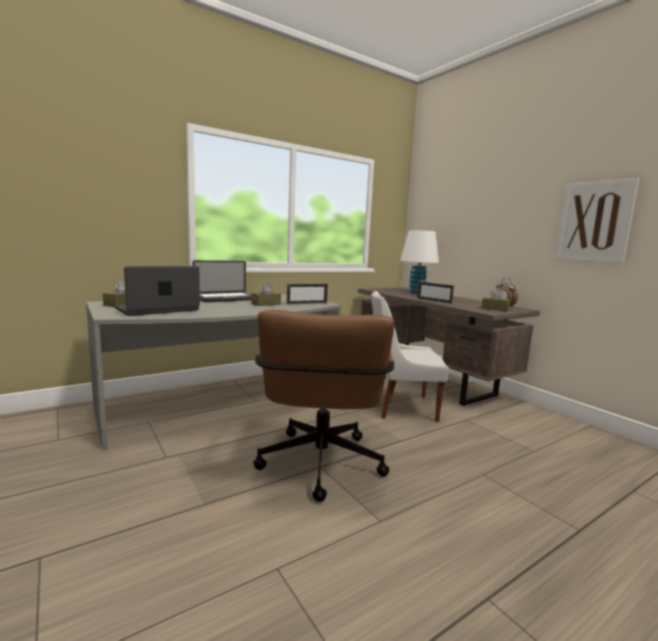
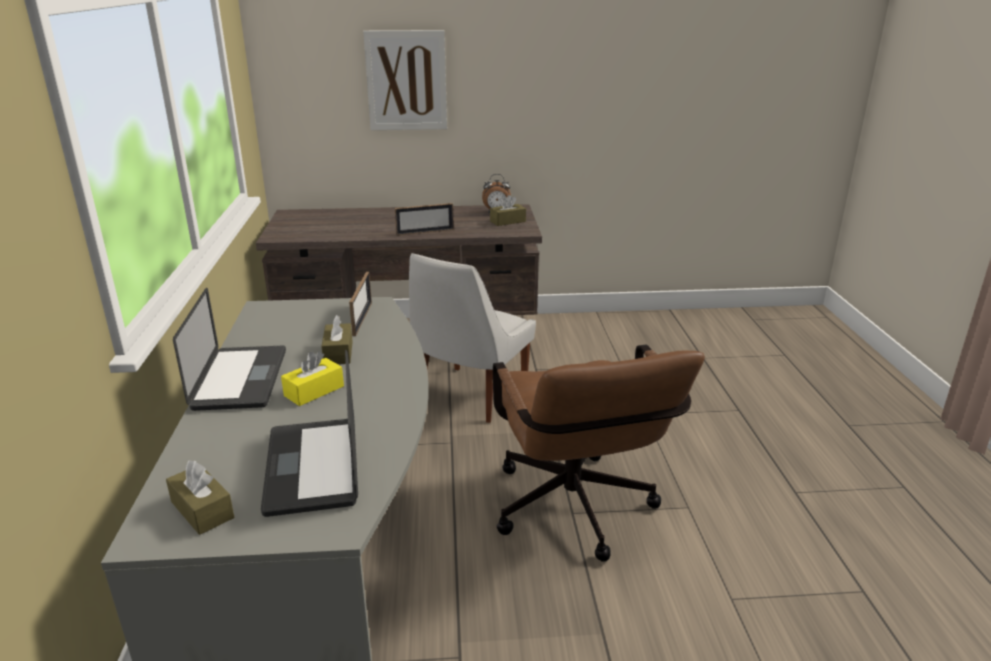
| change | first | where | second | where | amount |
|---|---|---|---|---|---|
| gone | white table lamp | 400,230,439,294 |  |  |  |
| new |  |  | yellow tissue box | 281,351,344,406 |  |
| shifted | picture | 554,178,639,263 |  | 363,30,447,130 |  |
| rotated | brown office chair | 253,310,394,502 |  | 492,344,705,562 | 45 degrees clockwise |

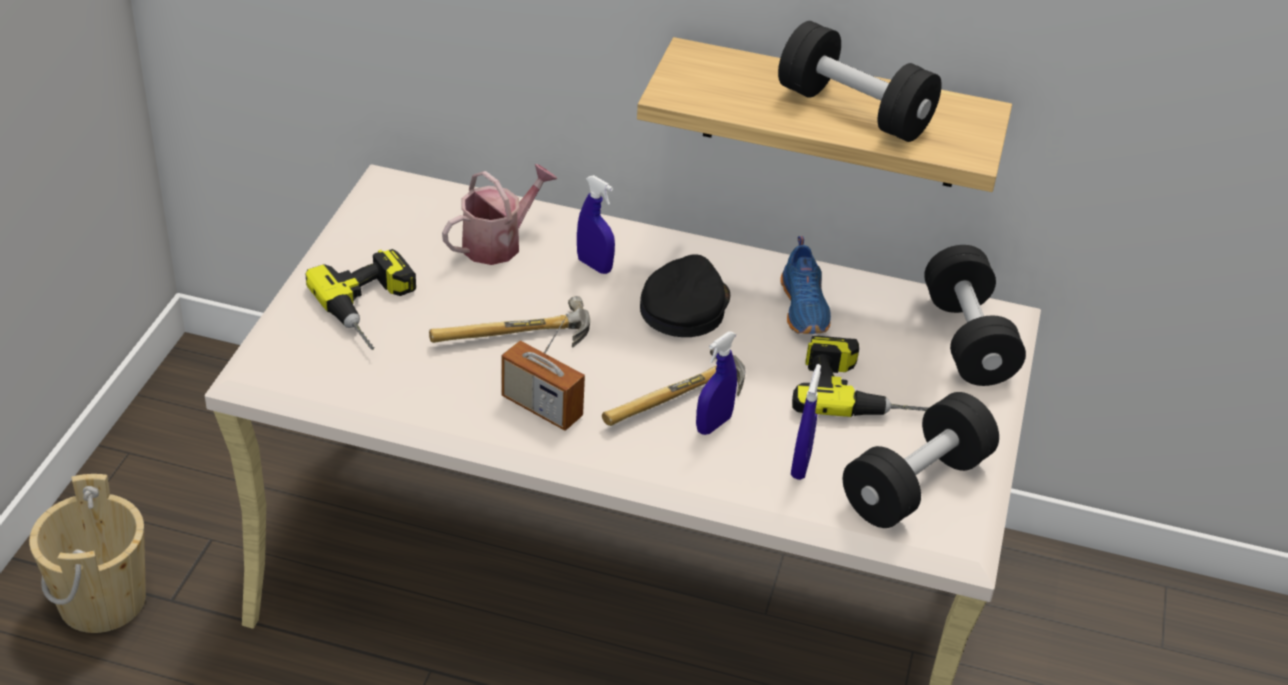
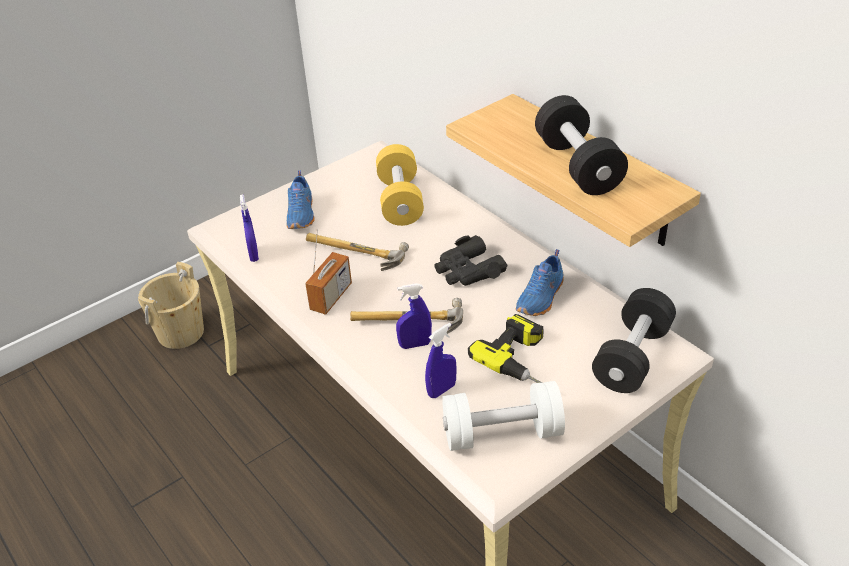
| change | first | where | second | where | amount |
|---|---|---|---|---|---|
| shifted | blue spray bottle | 577,175,615,274 |  | 240,195,259,262 |  |
| swapped | power drill | 306,249,416,350 | blue shoe | 286,170,315,229 |  |
| swapped | watering can | 442,164,557,265 | yellow dumbbell | 376,144,424,226 |  |
| swapped | black cap | 640,254,730,337 | black binoculars | 434,235,507,286 |  |
| repainted | black dumbbell | 843,392,999,528 | white dumbbell | 442,381,565,451 |  |
| rotated | radio | 501,313,585,431 |  | 305,229,352,315 | 135 degrees counterclockwise |

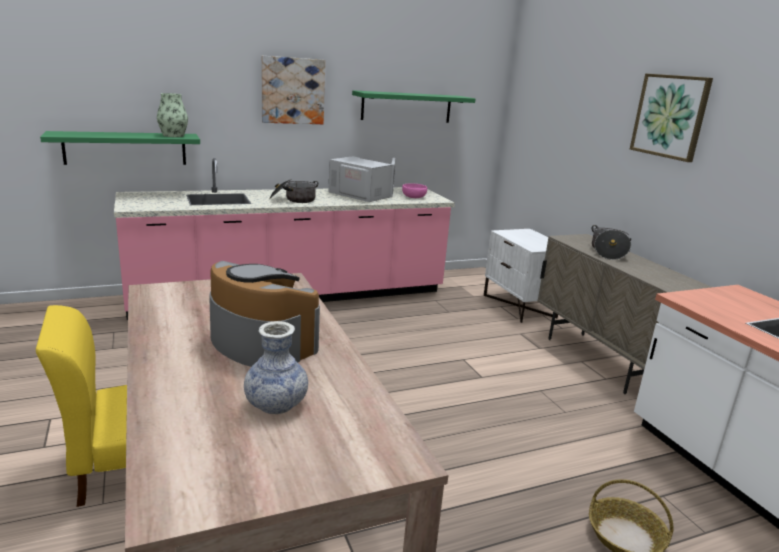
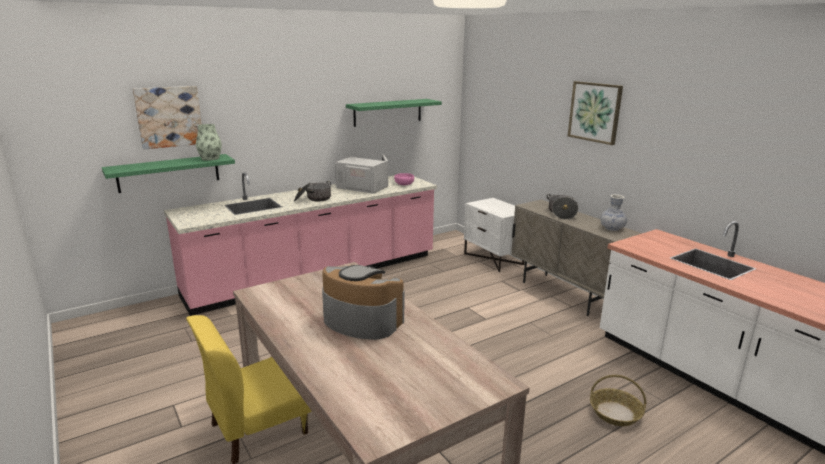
| change | first | where | second | where | amount |
|---|---|---|---|---|---|
| shifted | vase | 244,321,308,414 |  | 600,194,627,231 |  |
| shifted | picture | 261,56,325,124 |  | 133,86,202,149 |  |

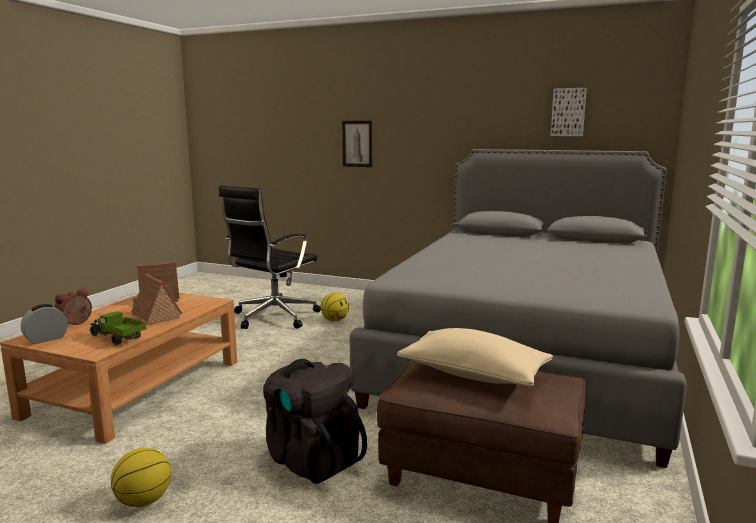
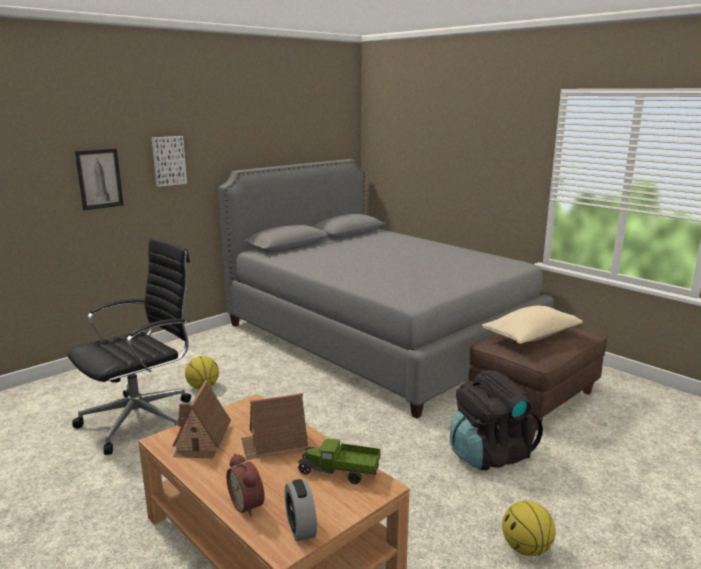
| change | first | where | second | where | amount |
|---|---|---|---|---|---|
| shifted | picture | 551,88,587,136 |  | 152,136,187,187 |  |
| rotated | toy truck | 90,312,146,345 |  | 297,439,381,484 | 45 degrees clockwise |
| rotated | black office chair | 219,185,321,329 |  | 67,238,191,455 | 105 degrees counterclockwise |

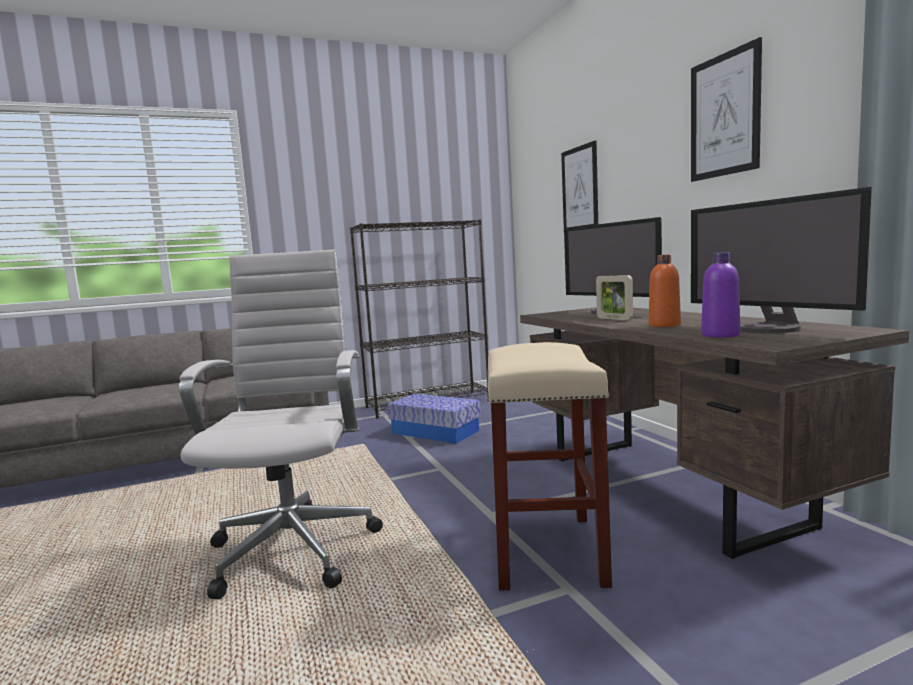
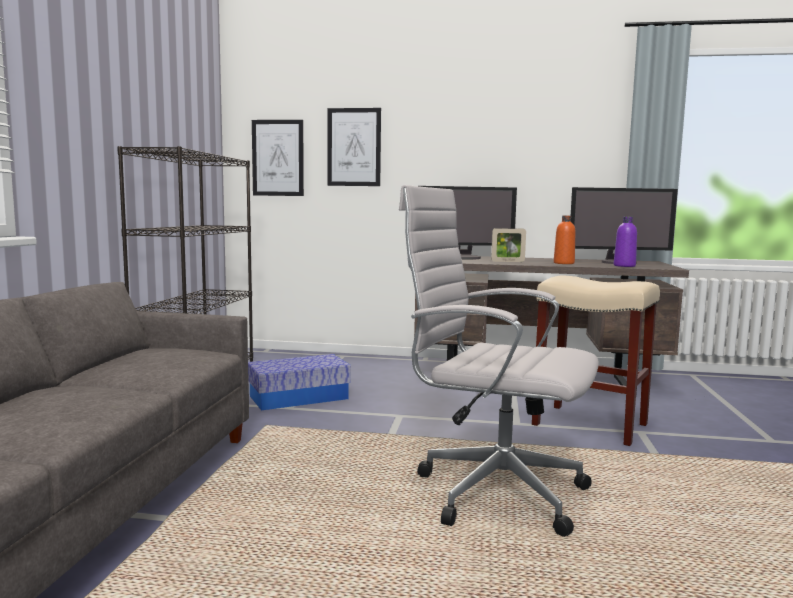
| change | first | where | second | where | amount |
|---|---|---|---|---|---|
| shifted | picture | 691,37,762,182 |  | 252,120,304,196 |  |

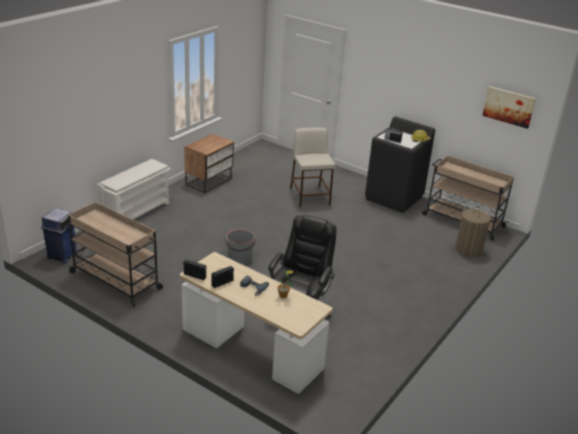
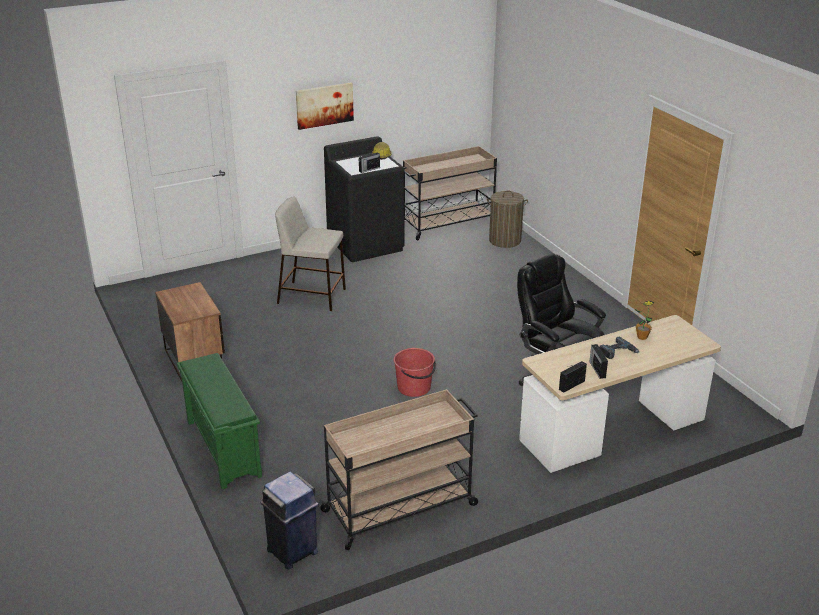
| change | first | where | second | where | amount |
|---|---|---|---|---|---|
| shifted | picture | 482,86,536,129 |  | 296,83,354,130 |  |
| repainted | white shoe rack | 97,159,171,219 | green shoe rack | 177,353,262,489 |  |
| repainted | grey bucket | 225,229,256,263 | red bucket | 393,348,436,397 |  |

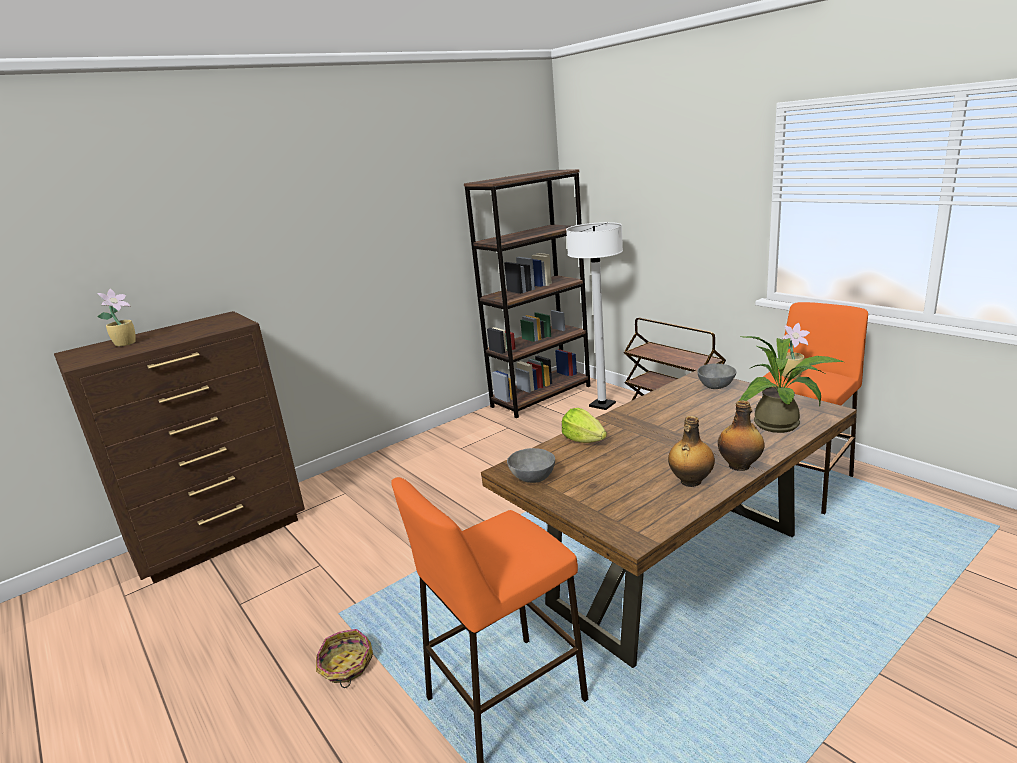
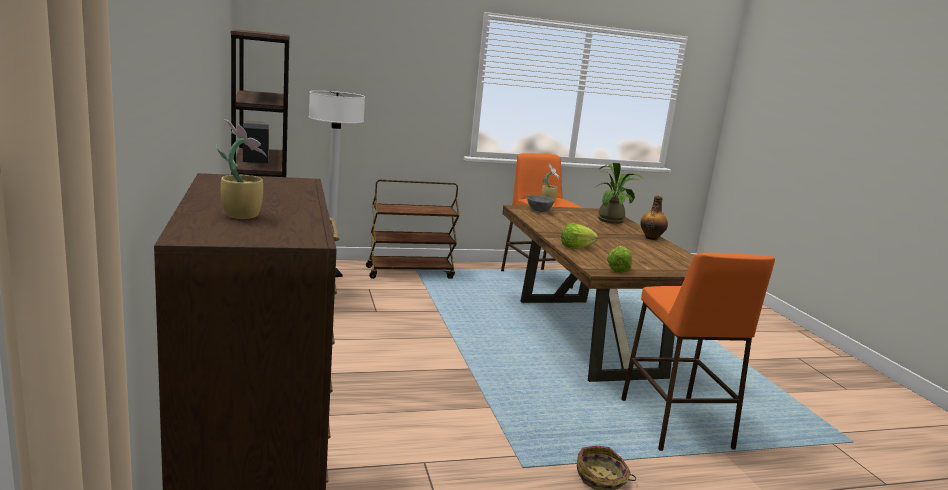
| change | first | where | second | where | amount |
|---|---|---|---|---|---|
| gone | bottle | 668,416,715,487 |  |  |  |
| swapped | grey bowl | 507,448,555,483 | lettuce | 607,246,632,273 |  |

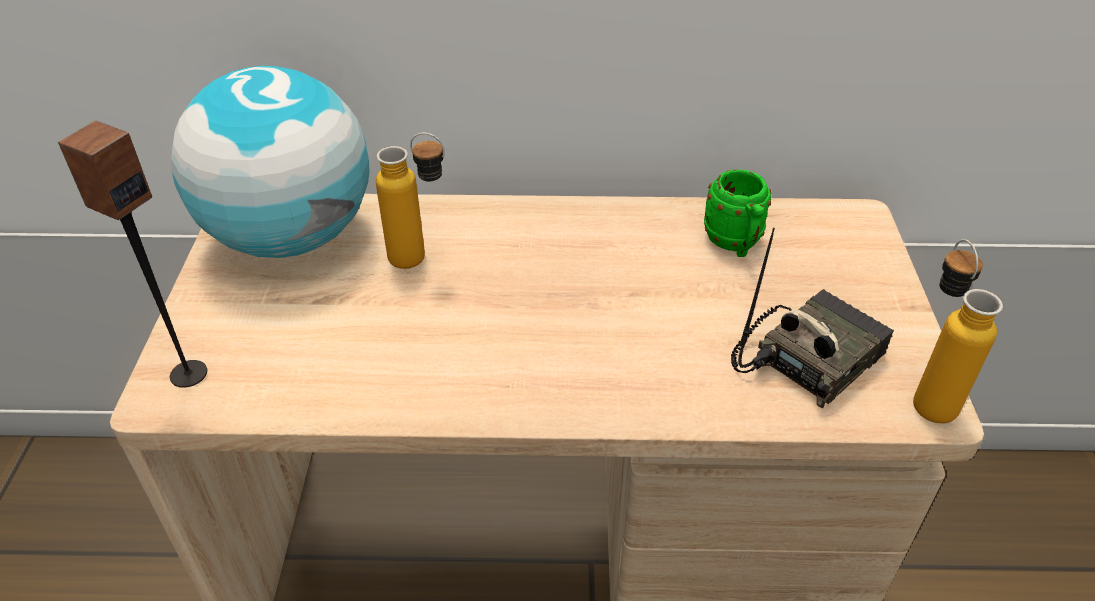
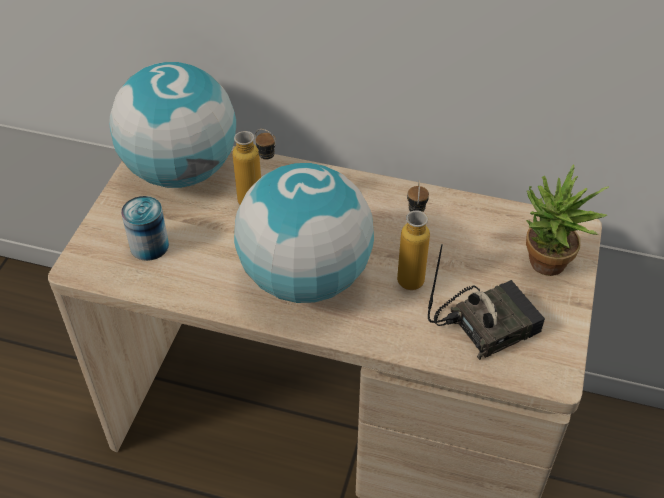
| change | first | where | second | where | amount |
|---|---|---|---|---|---|
| gone | speaker | 58,120,207,388 |  |  |  |
| gone | green mug | 704,169,771,257 |  |  |  |
| new |  |  | can | 121,196,169,261 |  |
| new |  |  | globe | 234,163,374,303 |  |
| new |  |  | potted plant | 526,164,609,276 |  |
| shifted | bottle | 913,239,1003,423 |  | 397,180,430,290 |  |

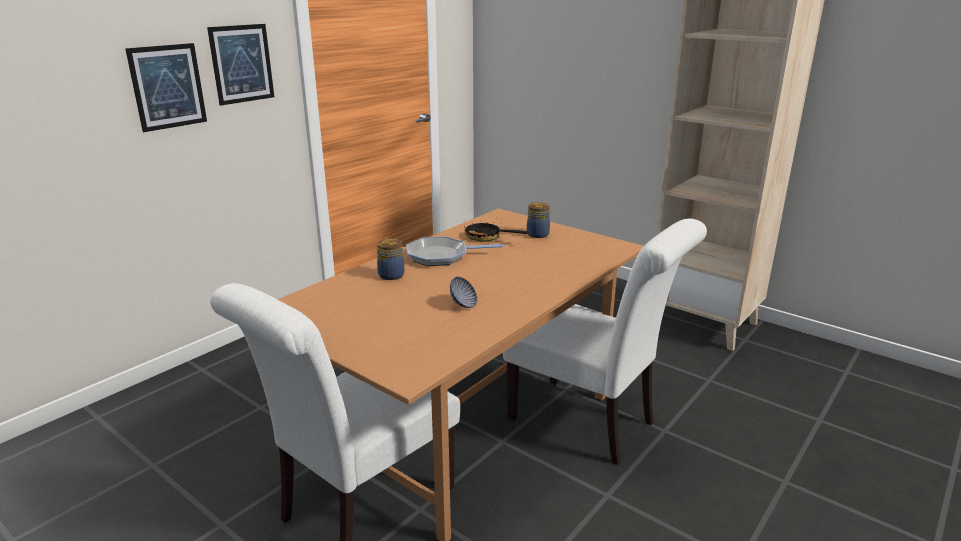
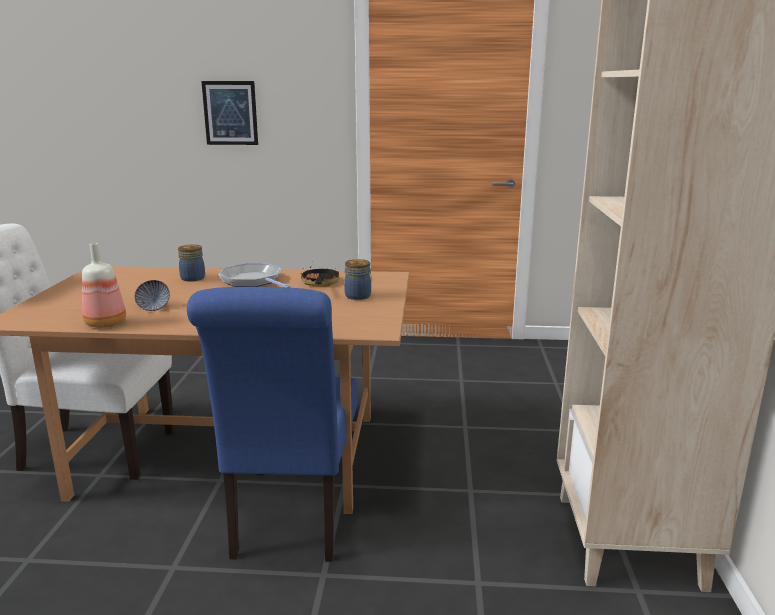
| change | first | where | second | where | amount |
|---|---|---|---|---|---|
| gone | picture | 207,24,274,106 |  |  |  |
| new |  |  | bottle | 82,243,126,328 |  |
| repainted | white chair | 503,219,707,465 | blue chair | 187,287,357,562 |  |

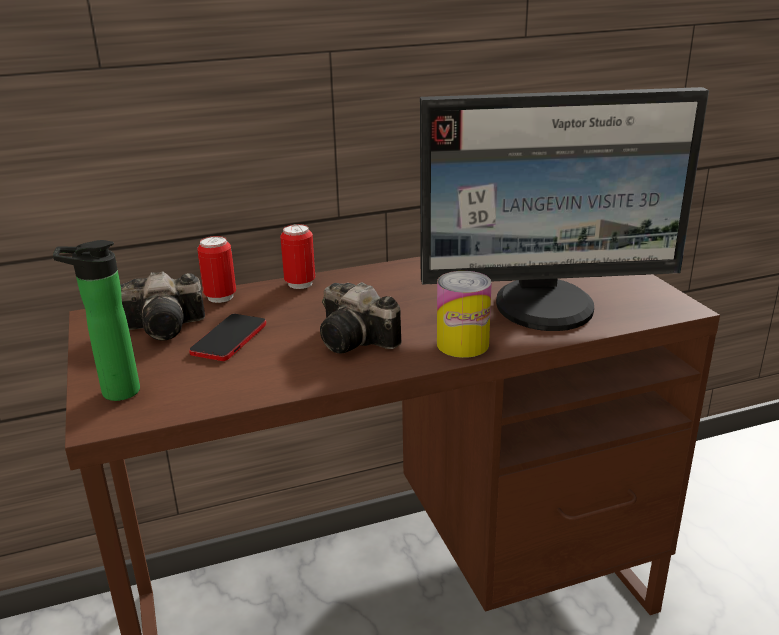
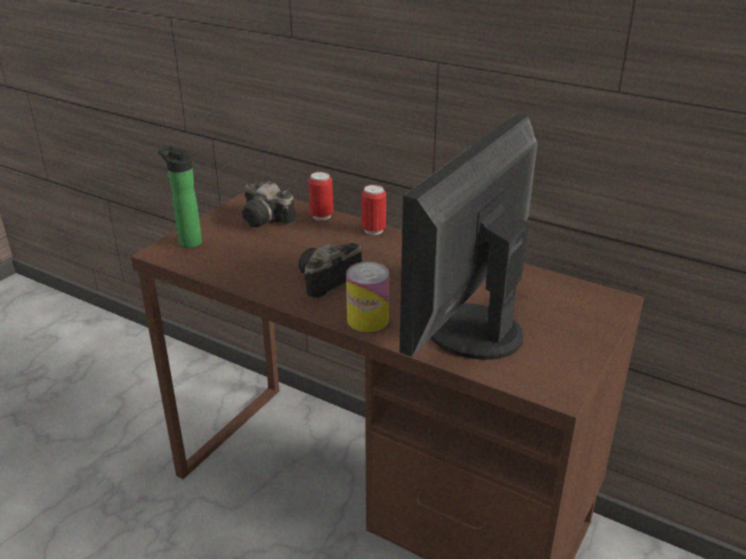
| change | first | where | second | where | amount |
|---|---|---|---|---|---|
| gone | phone | 189,314,266,361 |  |  |  |
| rotated | photo camera | 320,282,402,353 |  | 299,243,362,299 | 45 degrees clockwise |
| rotated | monitor | 420,87,709,331 |  | 399,113,538,360 | 75 degrees clockwise |

